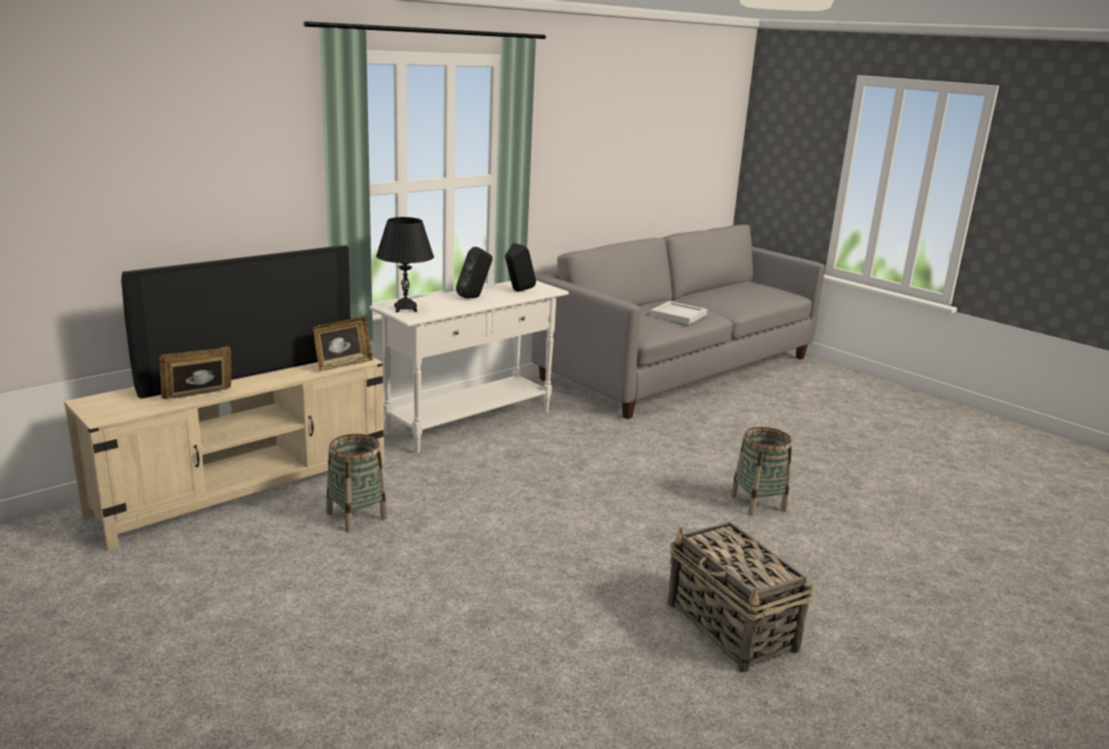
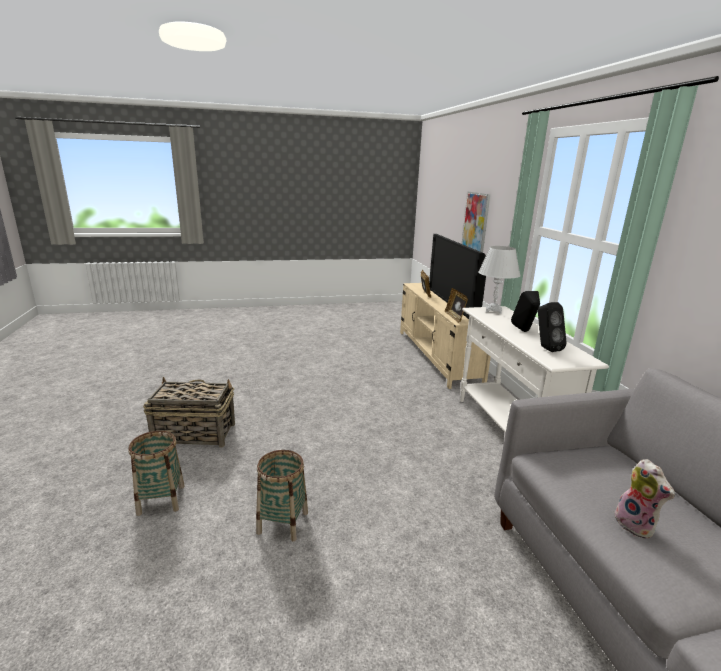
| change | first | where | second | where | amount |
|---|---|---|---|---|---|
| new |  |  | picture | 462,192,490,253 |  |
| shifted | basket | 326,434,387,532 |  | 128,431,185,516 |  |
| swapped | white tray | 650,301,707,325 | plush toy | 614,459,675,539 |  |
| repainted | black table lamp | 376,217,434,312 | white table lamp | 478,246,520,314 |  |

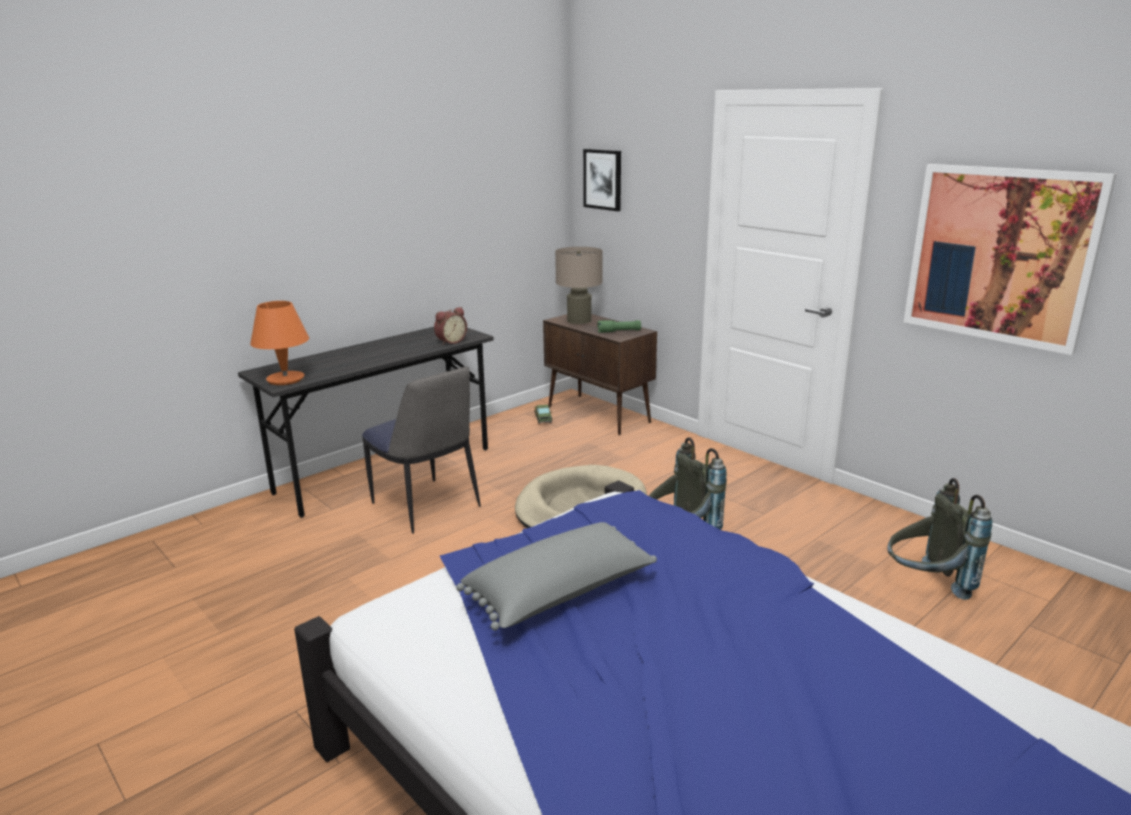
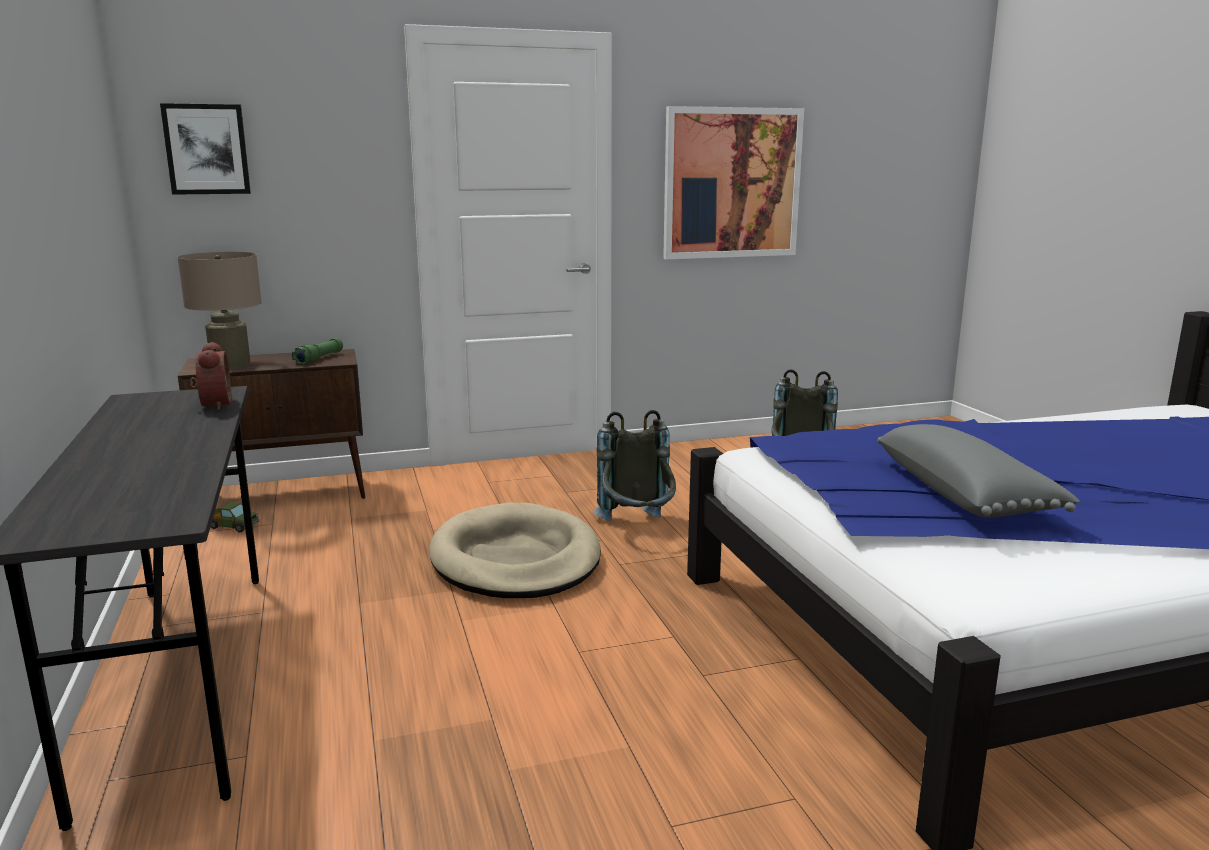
| change | first | where | second | where | amount |
|---|---|---|---|---|---|
| gone | orange table lamp | 250,301,309,385 |  |  |  |
| gone | chair | 362,367,481,534 |  |  |  |

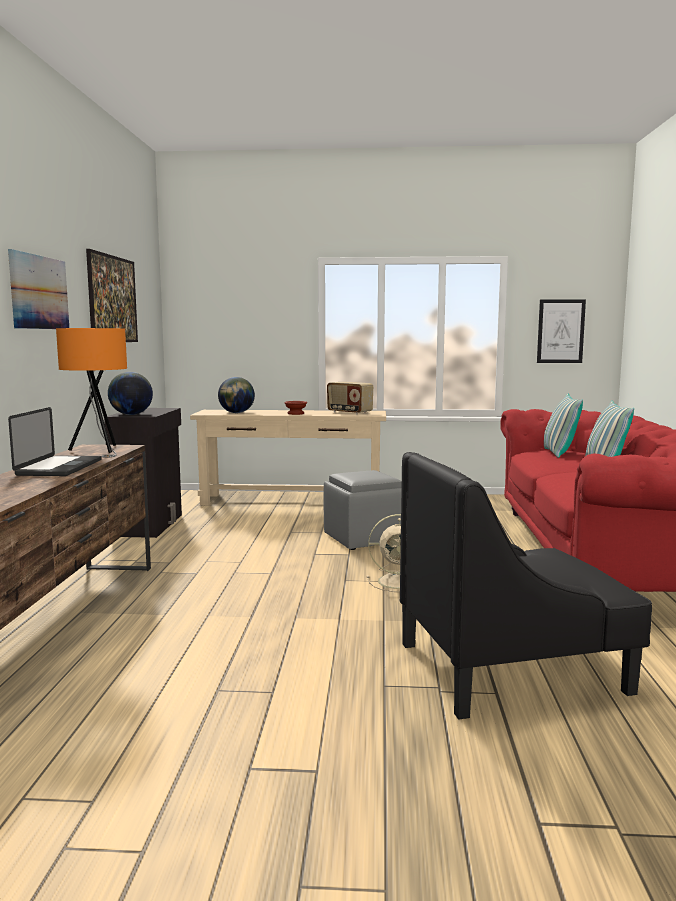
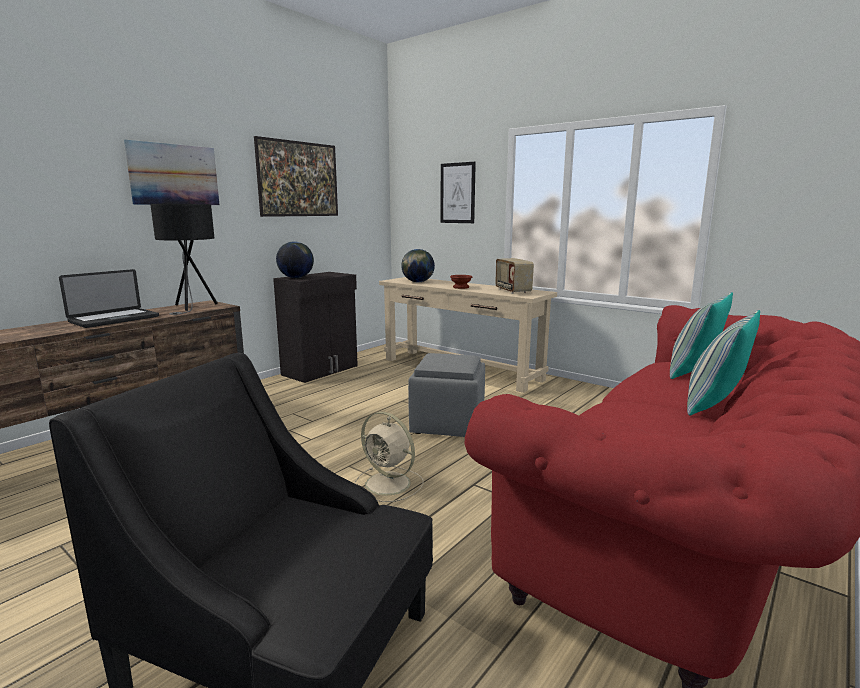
| change | first | where | second | where | amount |
|---|---|---|---|---|---|
| shifted | picture | 537,299,586,363 |  | 440,162,476,223 |  |
| repainted | orange table lamp | 56,328,127,458 | black table lamp | 150,204,218,315 |  |

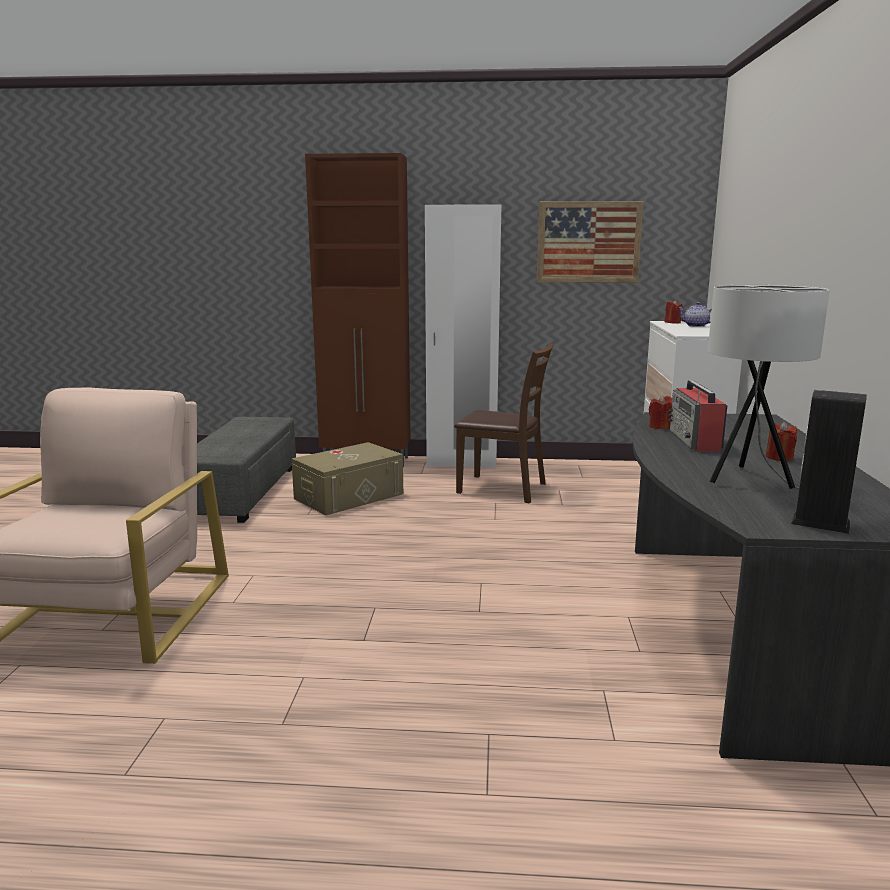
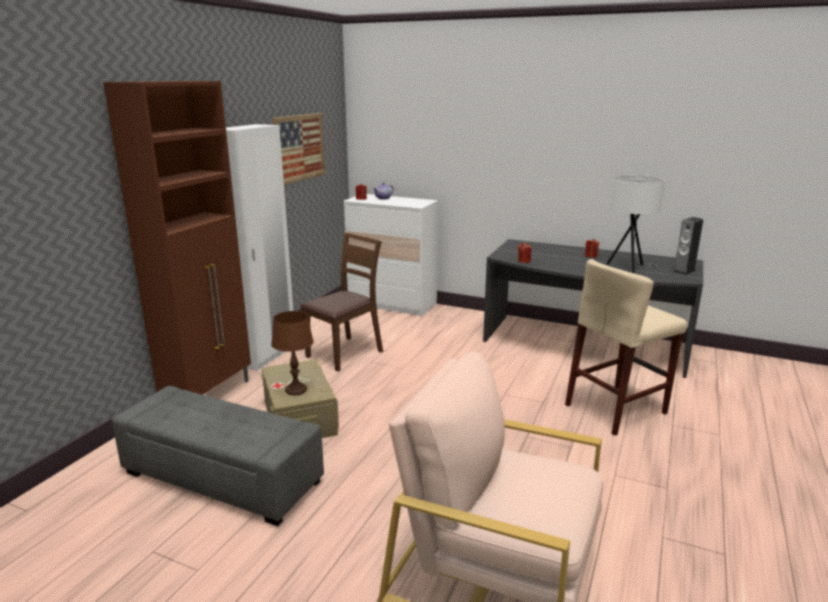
| change | first | where | second | where | amount |
|---|---|---|---|---|---|
| gone | radio | 668,380,727,452 |  |  |  |
| new |  |  | brown table lamp | 271,311,314,395 |  |
| new |  |  | beige stool | 565,259,687,436 |  |

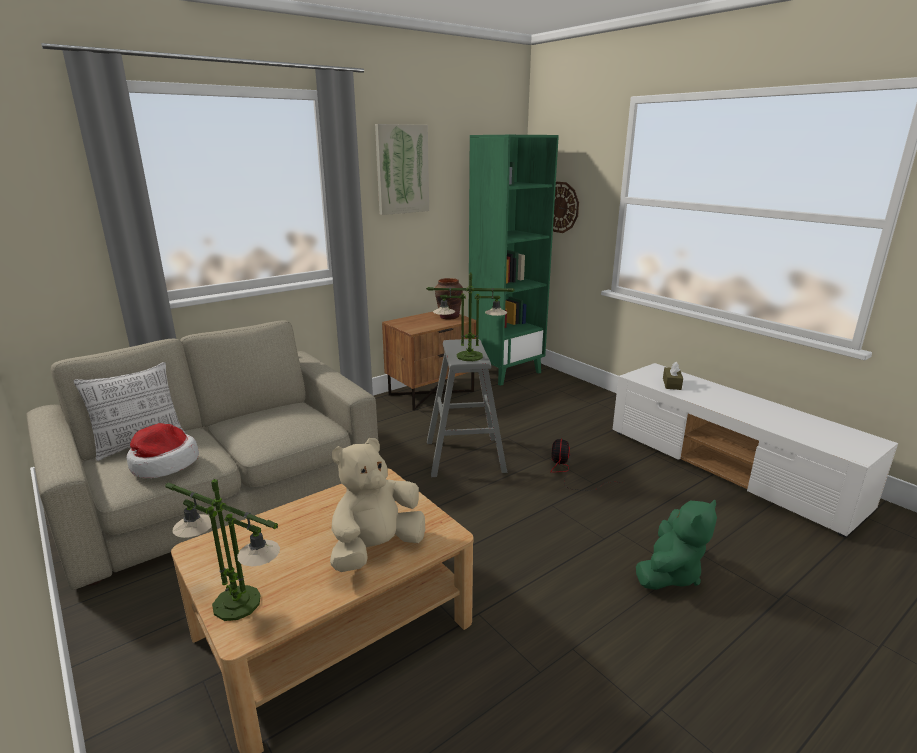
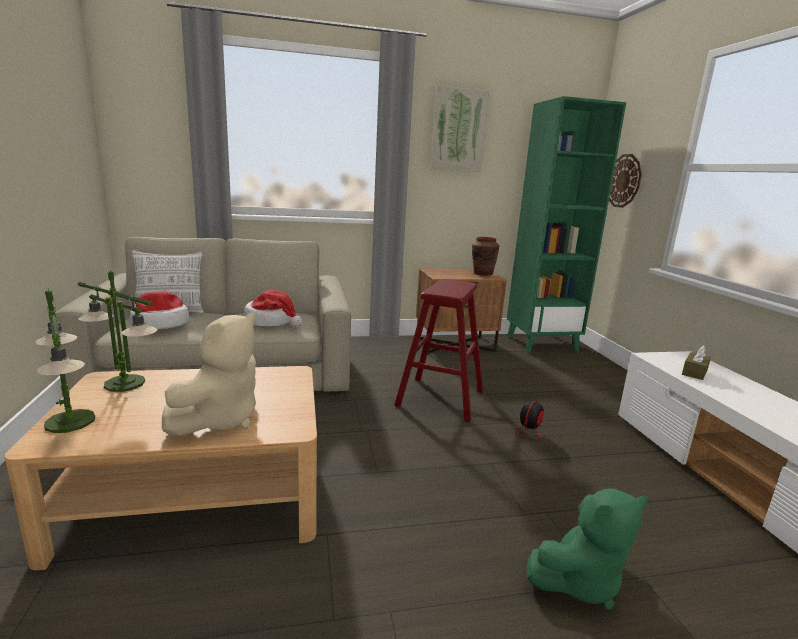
| change | first | where | second | where | amount |
|---|---|---|---|---|---|
| new |  |  | hat | 244,290,302,327 |  |
| shifted | table lamp | 426,273,515,361 |  | 78,270,157,392 |  |
| repainted | grey stool | 427,339,507,477 | red stool | 394,279,483,422 |  |
| rotated | beige plush toy | 330,438,425,572 |  | 162,312,256,436 | 135 degrees clockwise |

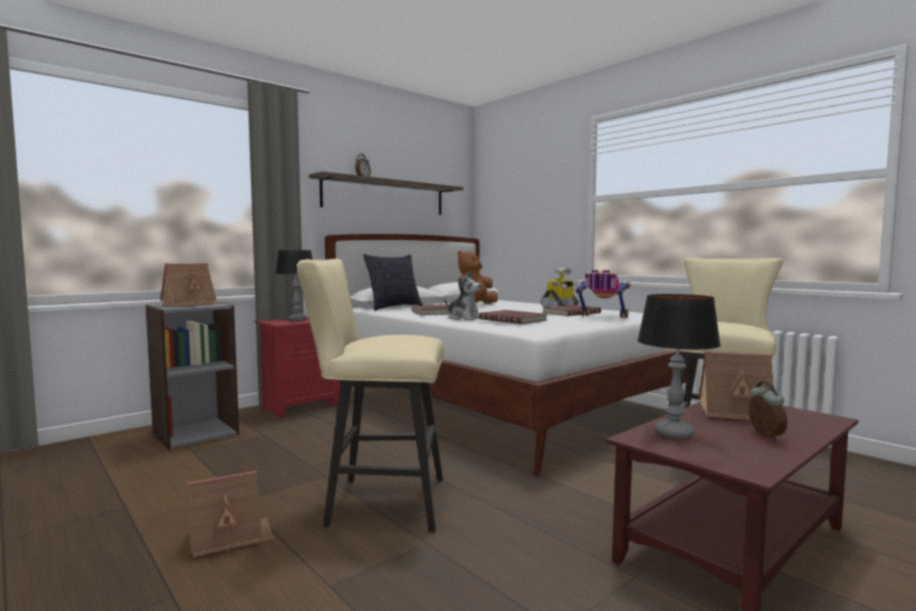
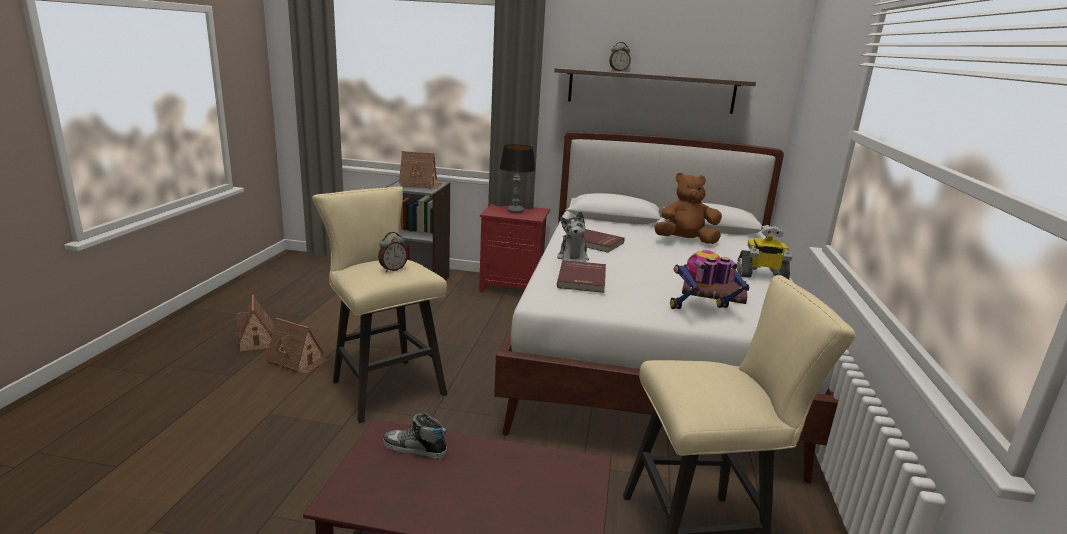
| change | first | where | second | where | amount |
|---|---|---|---|---|---|
| gone | pillow | 363,254,423,310 |  |  |  |
| shifted | toy house | 698,351,788,423 |  | 236,294,275,351 |  |
| shifted | alarm clock | 748,381,787,441 |  | 378,232,408,272 |  |
| swapped | table lamp | 637,294,721,439 | shoe | 383,413,447,459 |  |
| rotated | toy robot | 576,270,631,318 |  | 670,250,749,309 | 90 degrees counterclockwise |

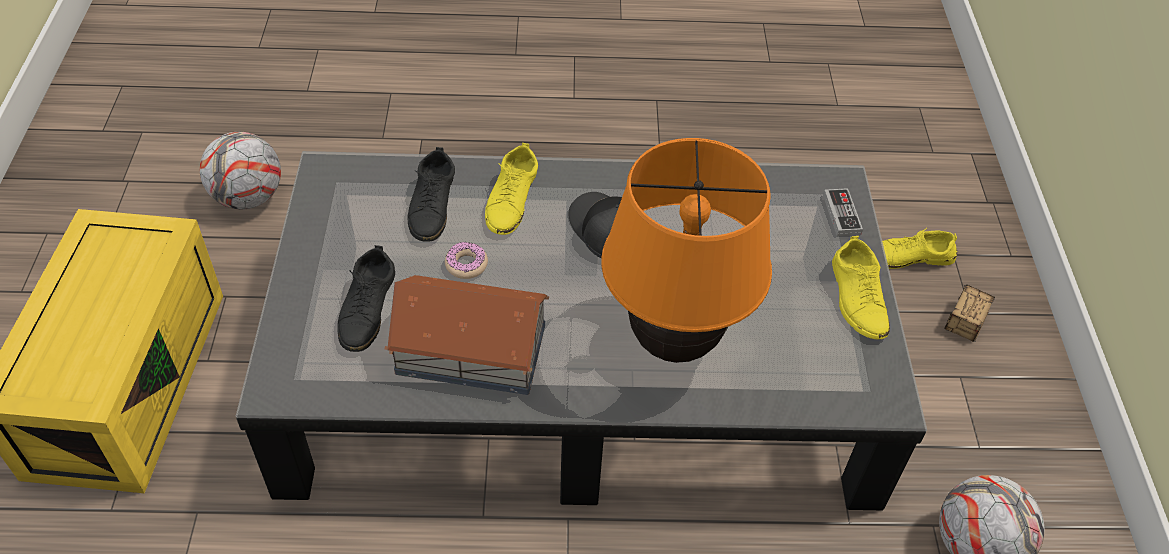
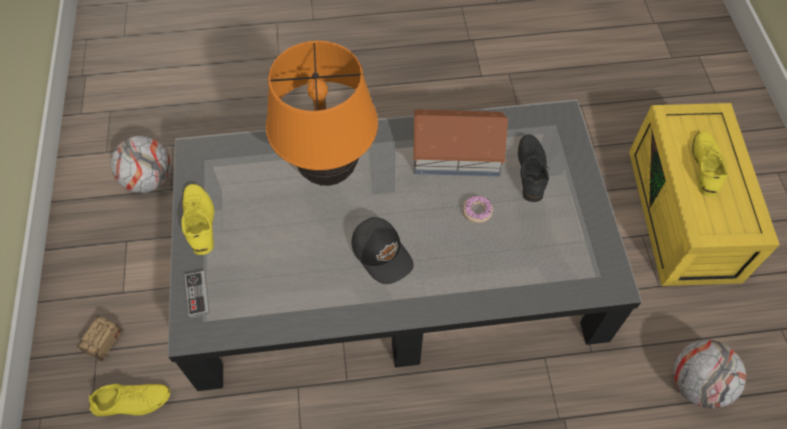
| change | first | where | second | where | amount |
|---|---|---|---|---|---|
| gone | black shoe | 408,147,455,242 |  |  |  |
| shifted | yellow shoe | 485,143,538,235 |  | 692,131,729,196 |  |

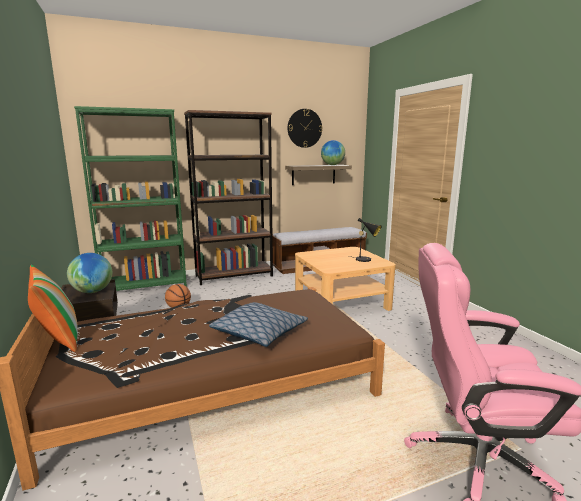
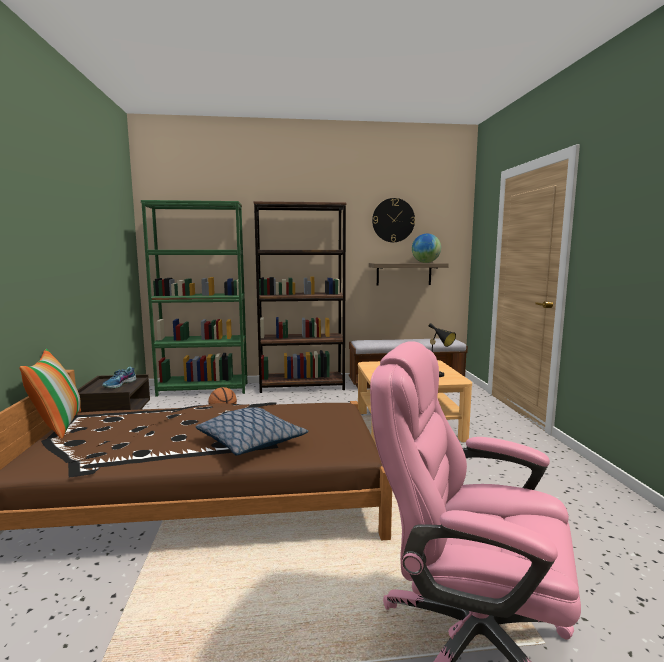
| change | first | where | second | where | amount |
|---|---|---|---|---|---|
| swapped | globe | 67,253,112,293 | shoe | 102,367,136,389 |  |

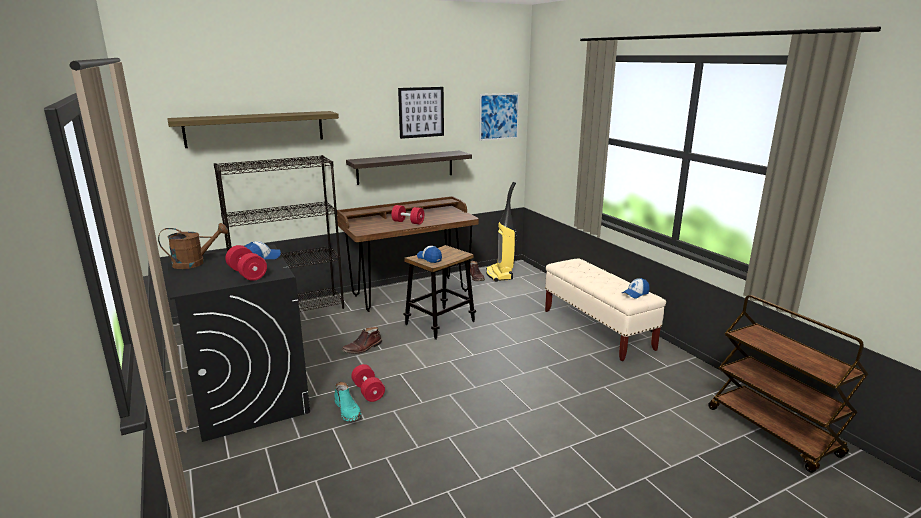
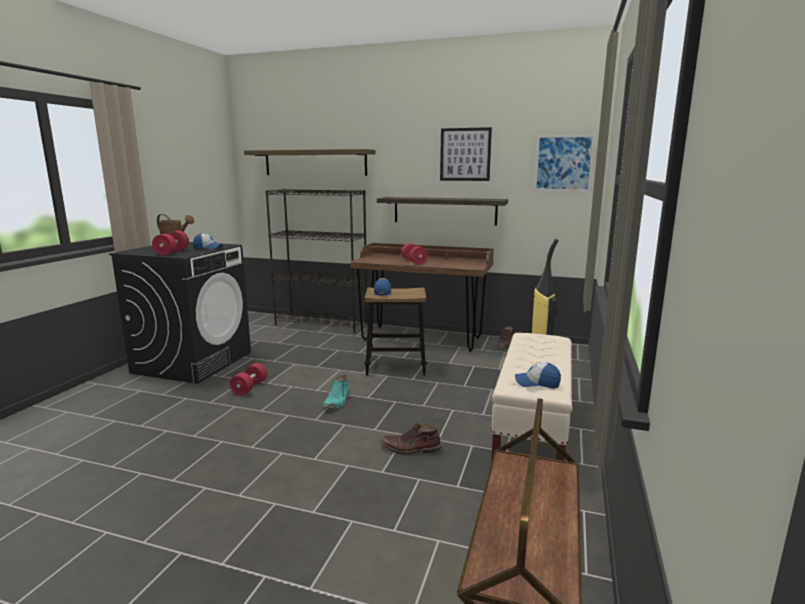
| change | first | where | second | where | amount |
|---|---|---|---|---|---|
| shifted | turquoise boot | 334,382,362,422 |  | 322,375,350,409 |  |
| shifted | brown boot | 341,327,382,354 |  | 380,423,441,454 |  |

